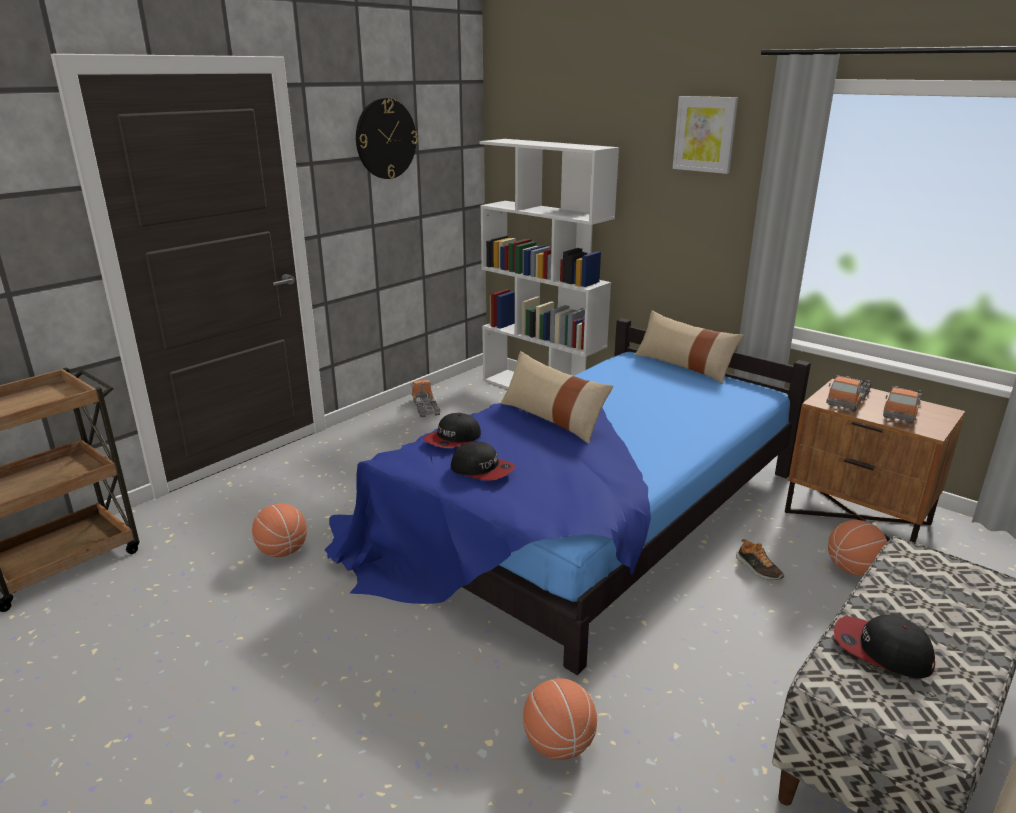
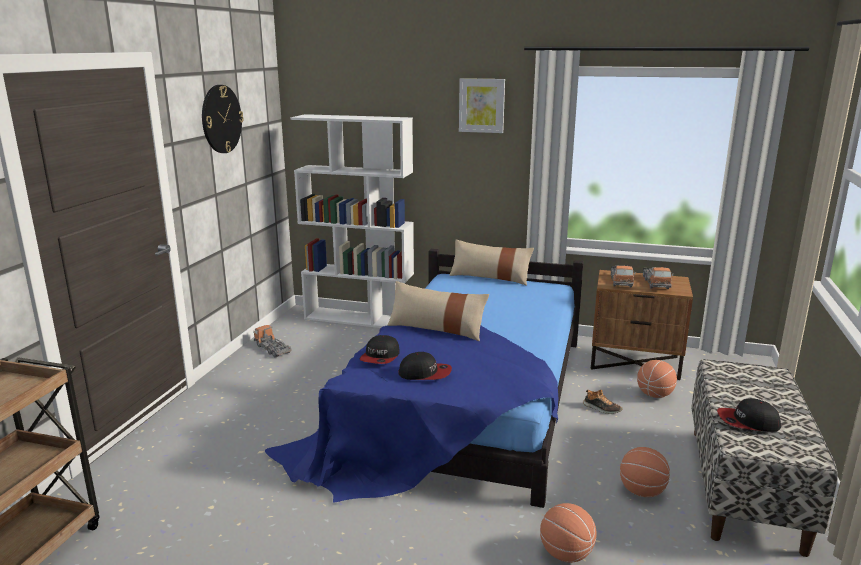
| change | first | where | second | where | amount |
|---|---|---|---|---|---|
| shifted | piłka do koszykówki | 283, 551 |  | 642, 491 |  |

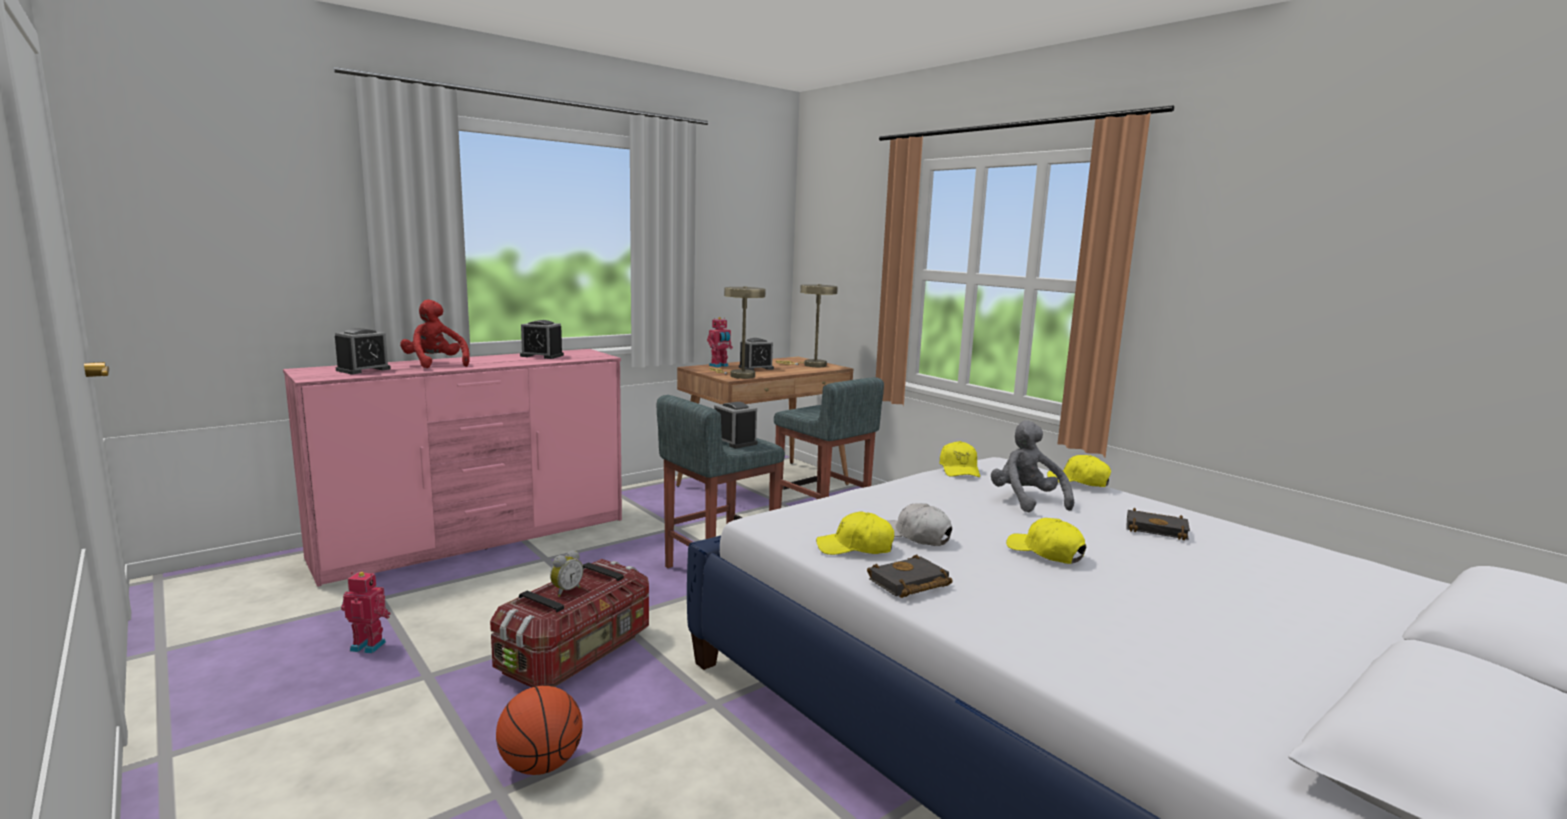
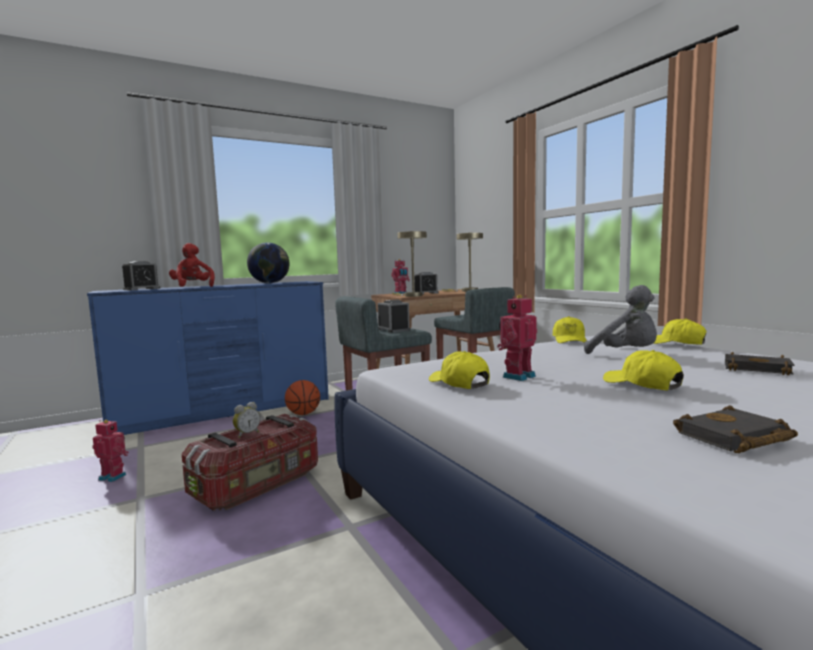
| change | first | where | second | where | amount |
|---|---|---|---|---|---|
| shifted | piłka do koszykówki | 540, 765 |  | 303, 414 |  |
| shifted | książka [czarny] | 909, 584 |  | 734, 438 |  |
| swapped | budzik | 542, 356 | globus | 270, 283 |  |
| swapped | czapka z daszkiem [biały] | 915, 537 | robot zabawkowy | 517, 376 |  |
| repainted | komoda [różowy] | 477, 539 | komoda [niebieski] | 226, 411 |  |
| rotated | czapka z daszkiem [żółty] | 855, 548 |  | 459, 383 | 45 degrees clockwise |
| rotated | pluszak [szary] | 1026, 501 |  | 626, 354 | 150 degrees clockwise |

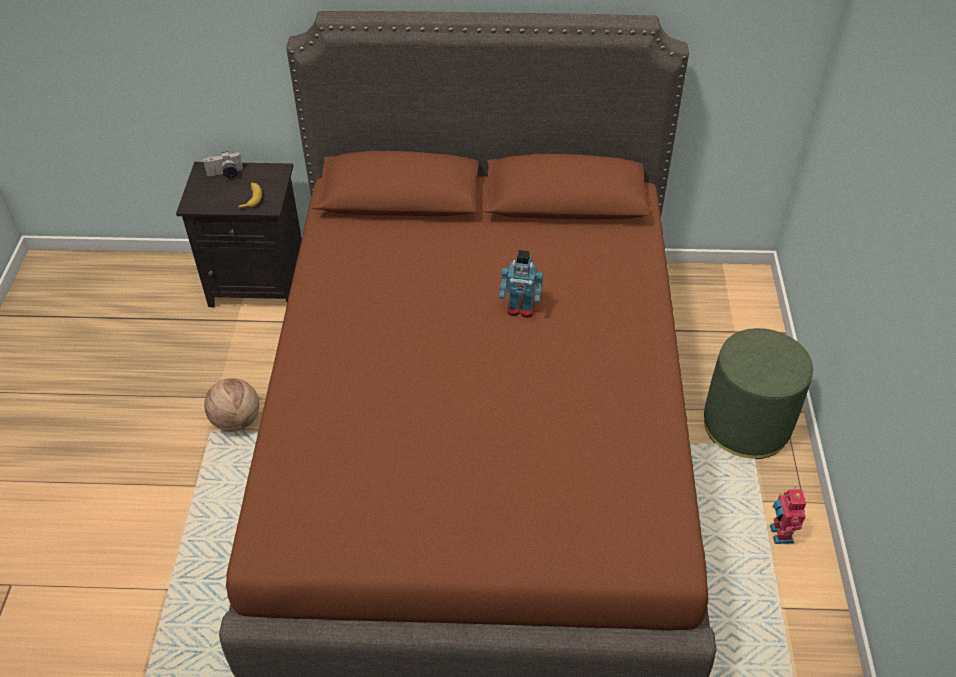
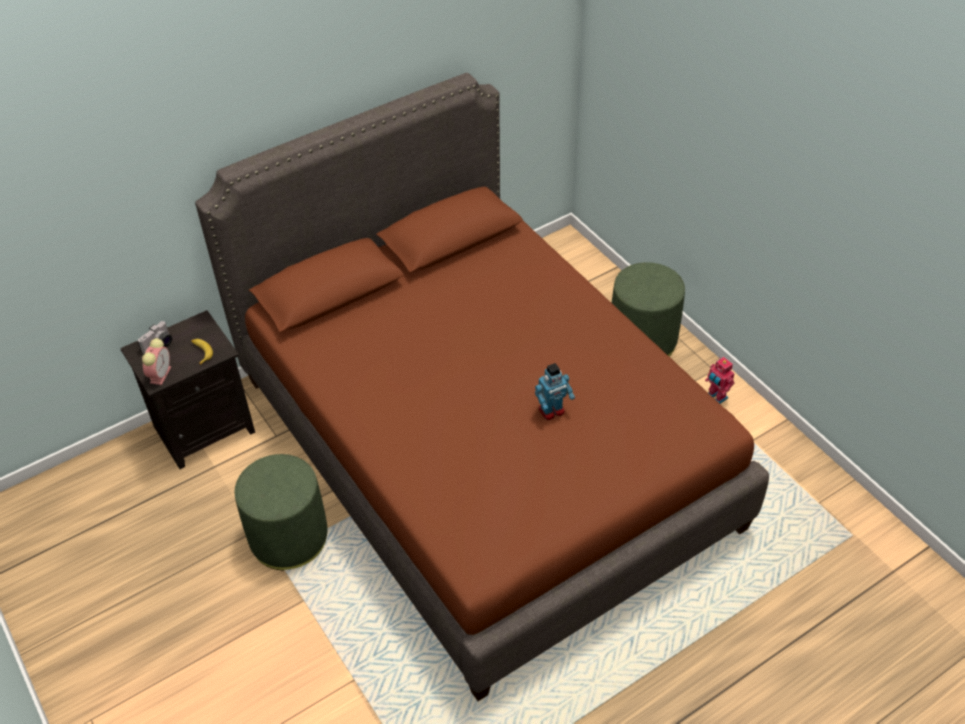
| change | first | where | second | where | amount |
|---|---|---|---|---|---|
| new |  |  | budzik | 160, 374 |  |
| shifted | robot zabawkowy | 520, 309 |  | 552, 411 |  |
| swapped | piłka do koszykówki | 236, 421 | pufa [zielony] | 289, 537 |  |

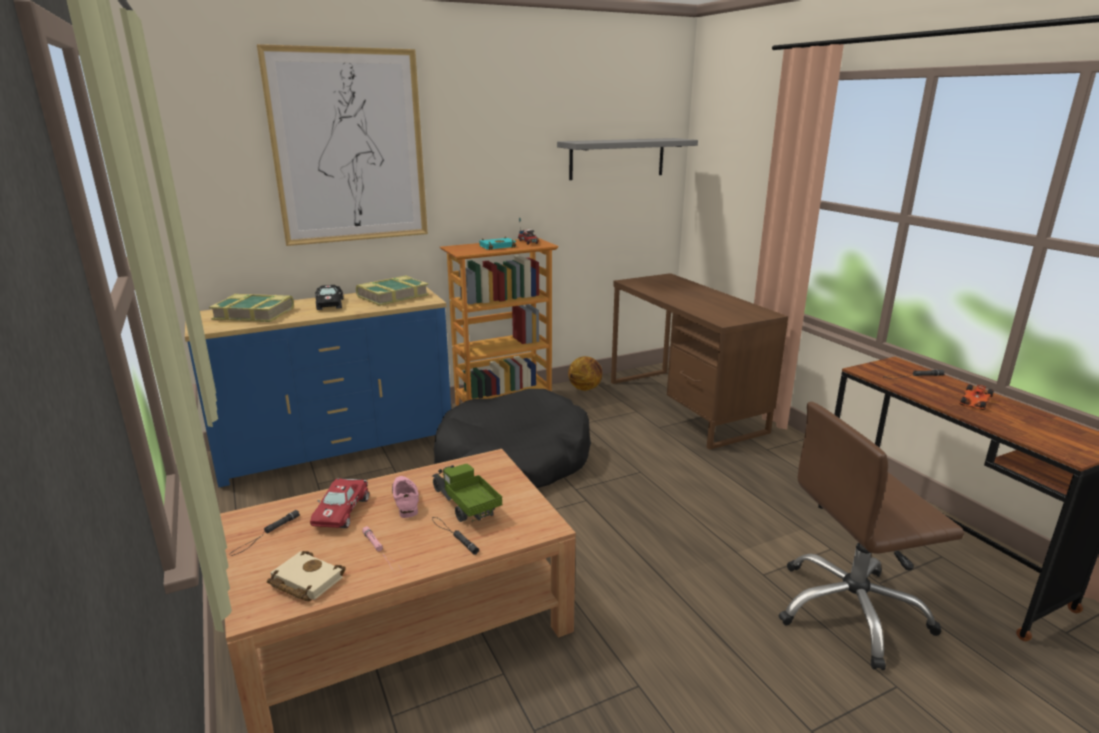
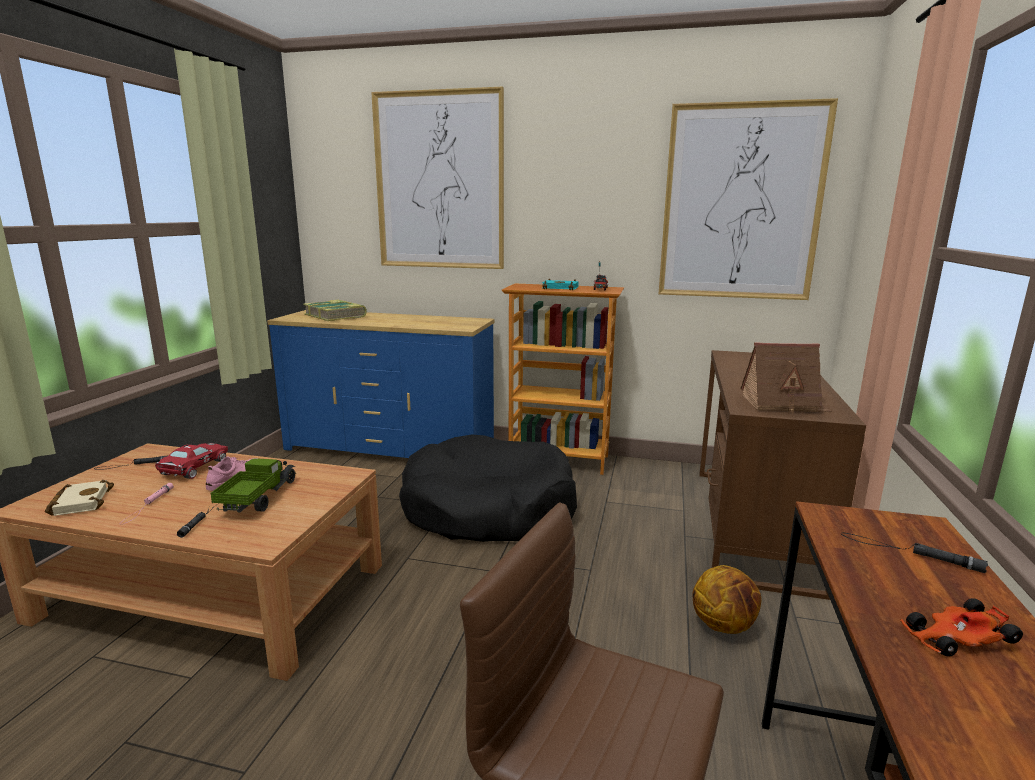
| change | first | where | second | where | amount |
|---|---|---|---|---|---|
| gone | samochodzik [czarny] | 329, 304 |  |  |  |
| gone | książka | 392, 296 |  |  |  |
| new |  |  | domek | 783, 404 |  |
| shifted | piłka do koszykówki | 585, 388 |  | 724, 625 |  |
| swapped | półka [szary] | 617, 158 | obraz | 741, 203 |  |
| rotated | samochodzik [czerwony] | 341, 511 |  | 193, 468 | 150 degrees clockwise |

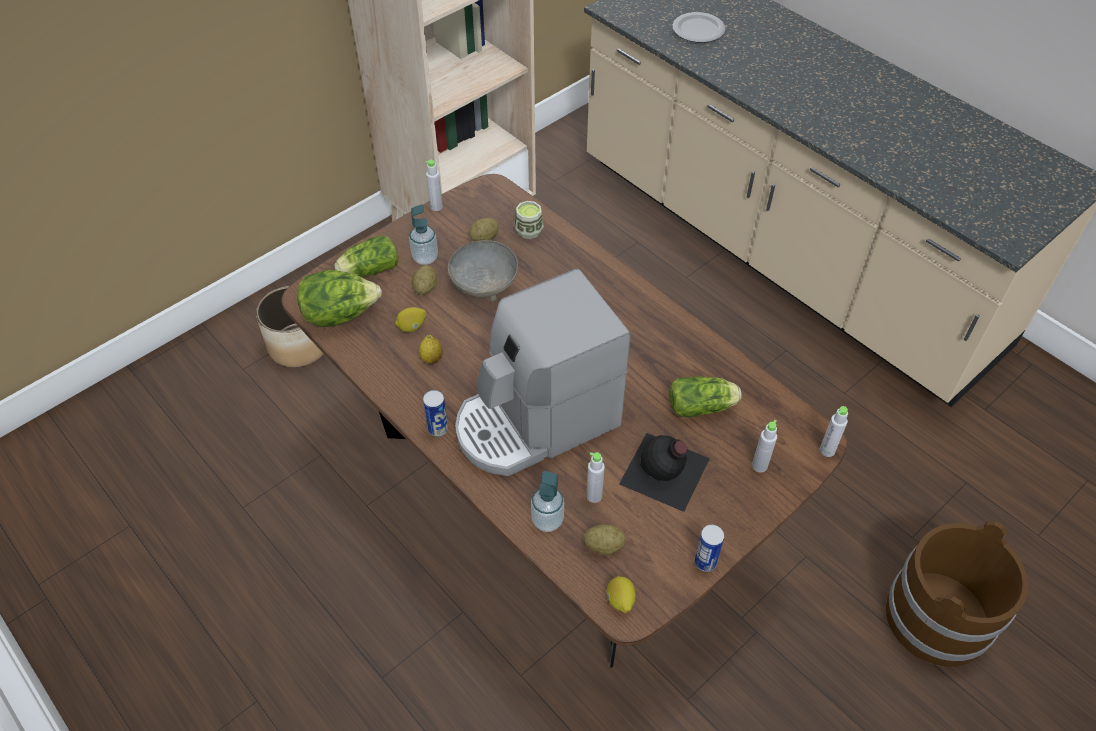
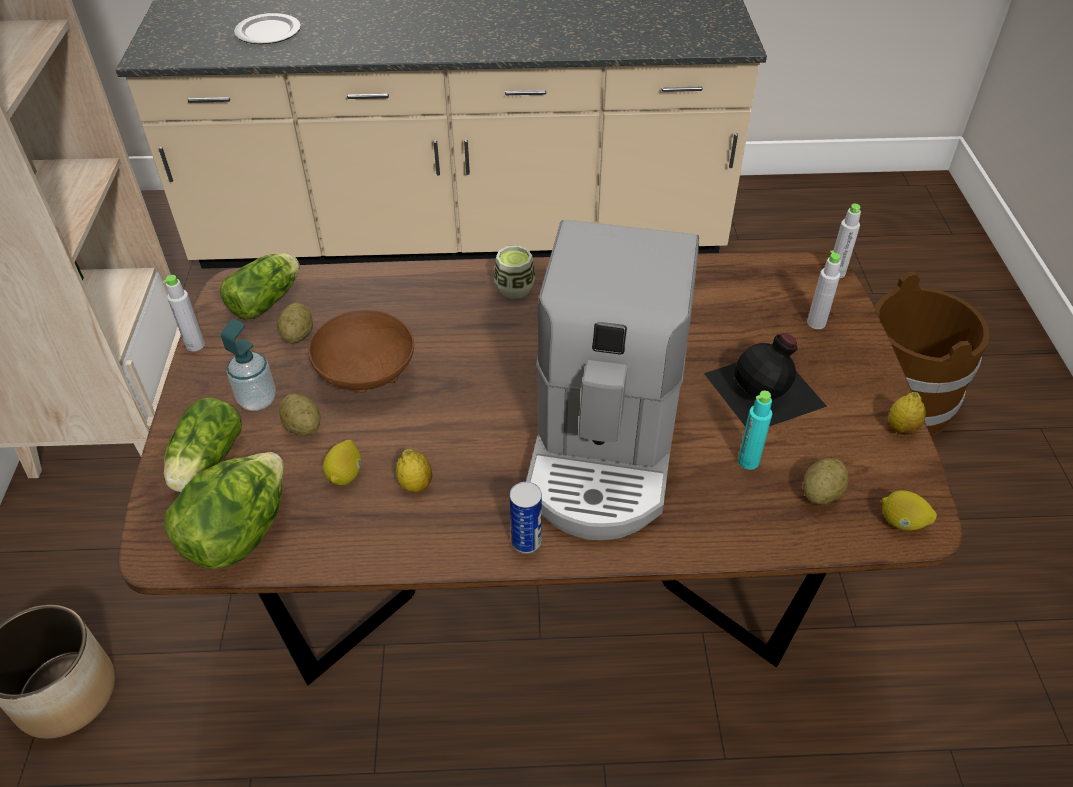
| change | first | where | second | where | amount |
|---|---|---|---|---|---|
| gone | dozownik mydła | 547, 520 |  |  |  |
| shifted | filiżanka | 529, 231 |  | 514, 288 |  |
| shifted | sałata | 703, 407 |  | 268, 299 |  |
| swapped | puszka | 705, 562 | cytryna | 901, 428 |  |
| repainted | miska [szary] | 484, 286 | miska [brązowy] | 365, 376 |  |
| repainted | butelka [szary] | 594, 496 | butelka [turkusowy] | 748, 461 |  |

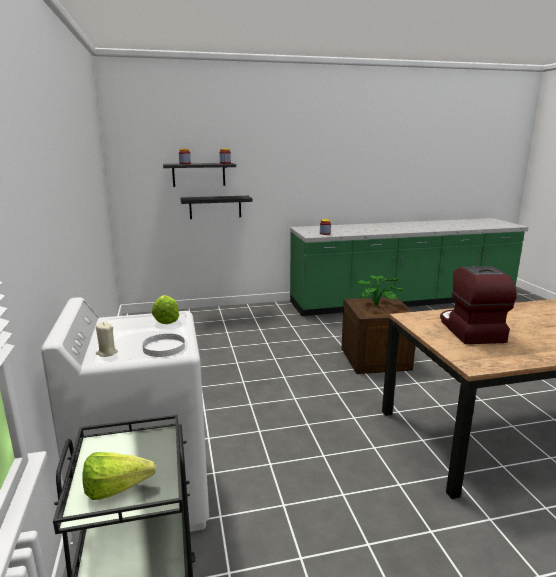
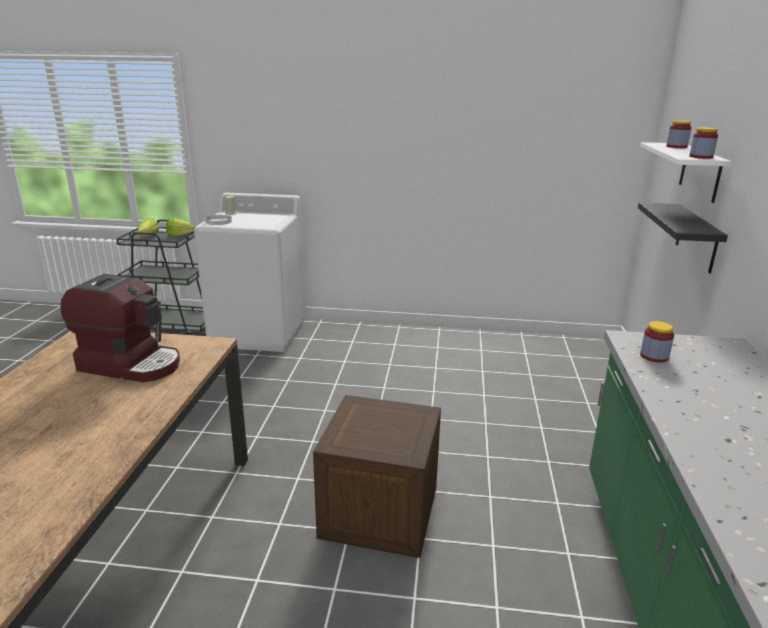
| change | first | where | second | where | amount |
|---|---|---|---|---|---|
| gone | roślina doniczkowa | 379, 306 |  |  |  |
| shifted | sałata | 167, 318 |  | 182, 236 |  |
| repainted | półka [czarny] | 199, 174 | półka [biały] | 700, 172 |  |

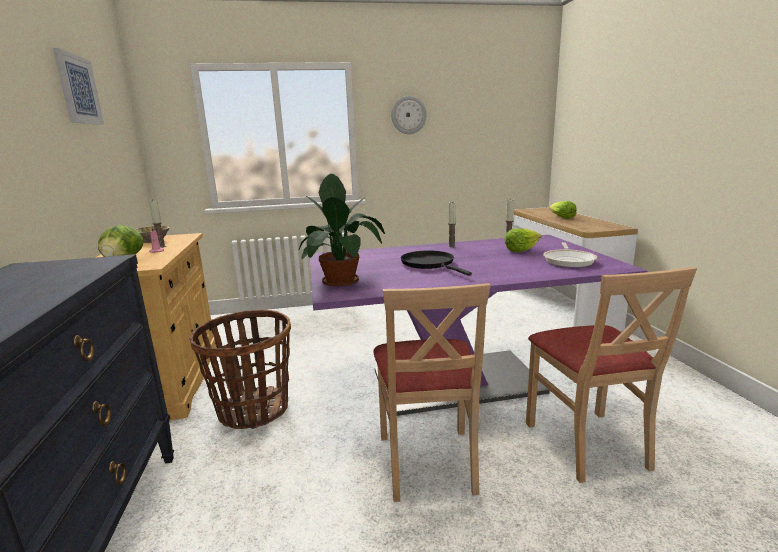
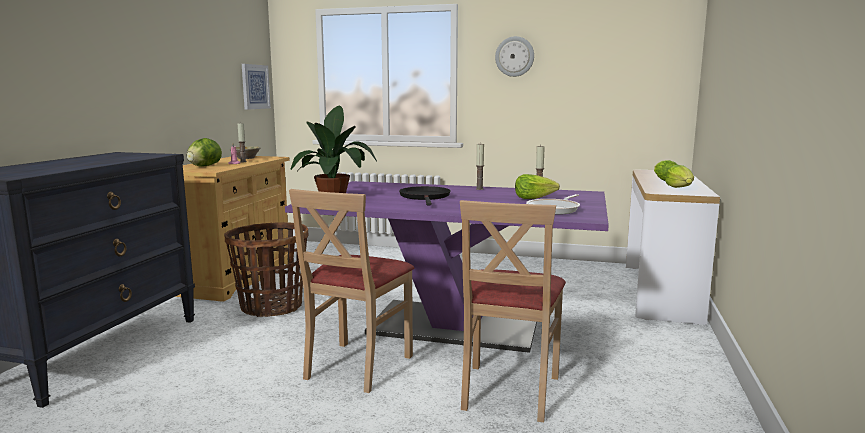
| change | first | where | second | where | amount |
|---|---|---|---|---|---|
| new |  |  | sałata | 680, 188 |  |
| shifted | obraz | 78, 89 |  | 255, 87 |  |

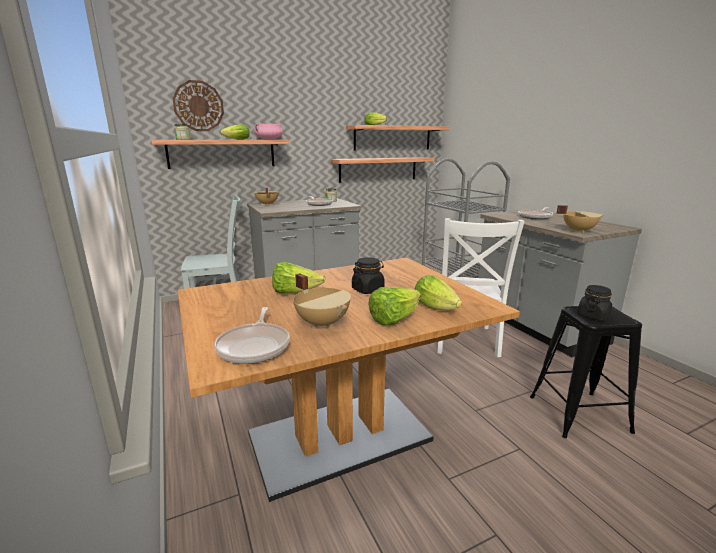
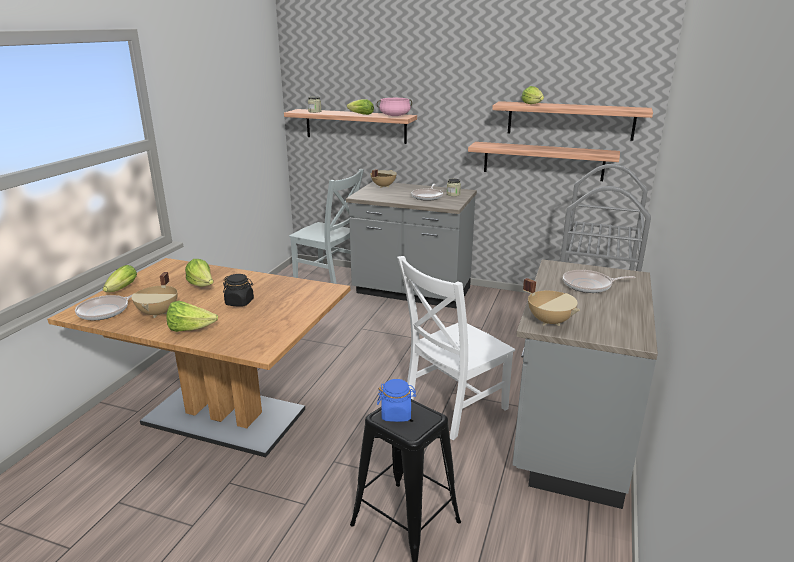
| change | first | where | second | where | amount |
|---|---|---|---|---|---|
| gone | zegar ścienny | 198, 106 |  |  |  |
| shifted | sałata | 437, 307 |  | 120, 290 |  |
| repainted | słoik [czarny] | 593, 315 | słoik [niebieski] | 396, 414 |  |

